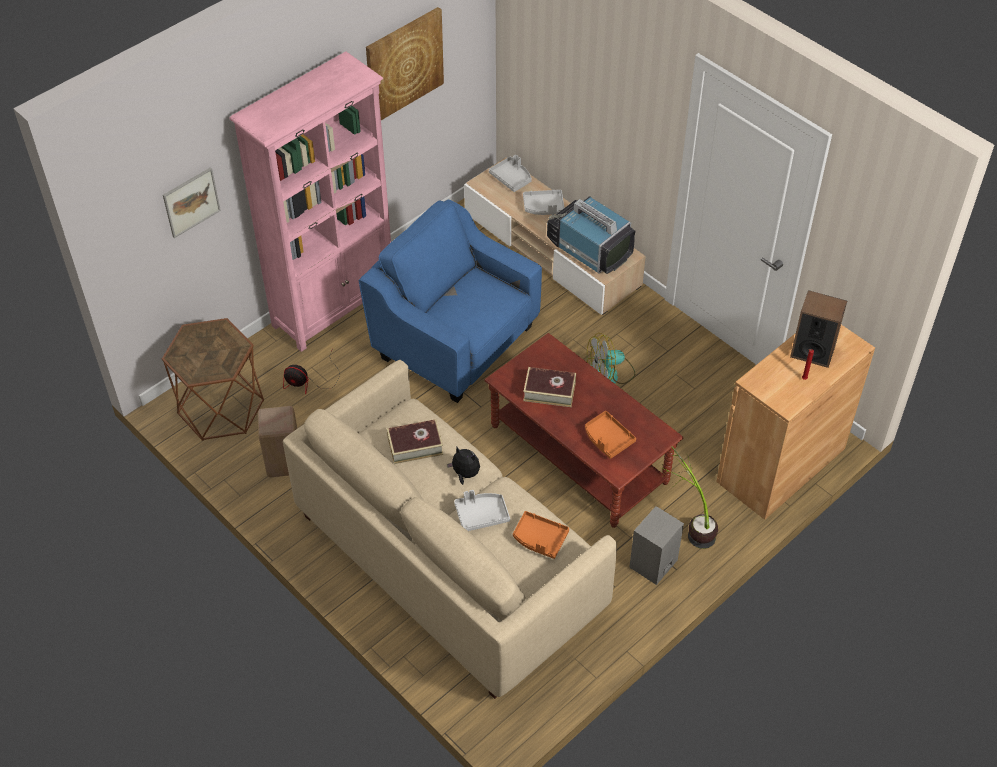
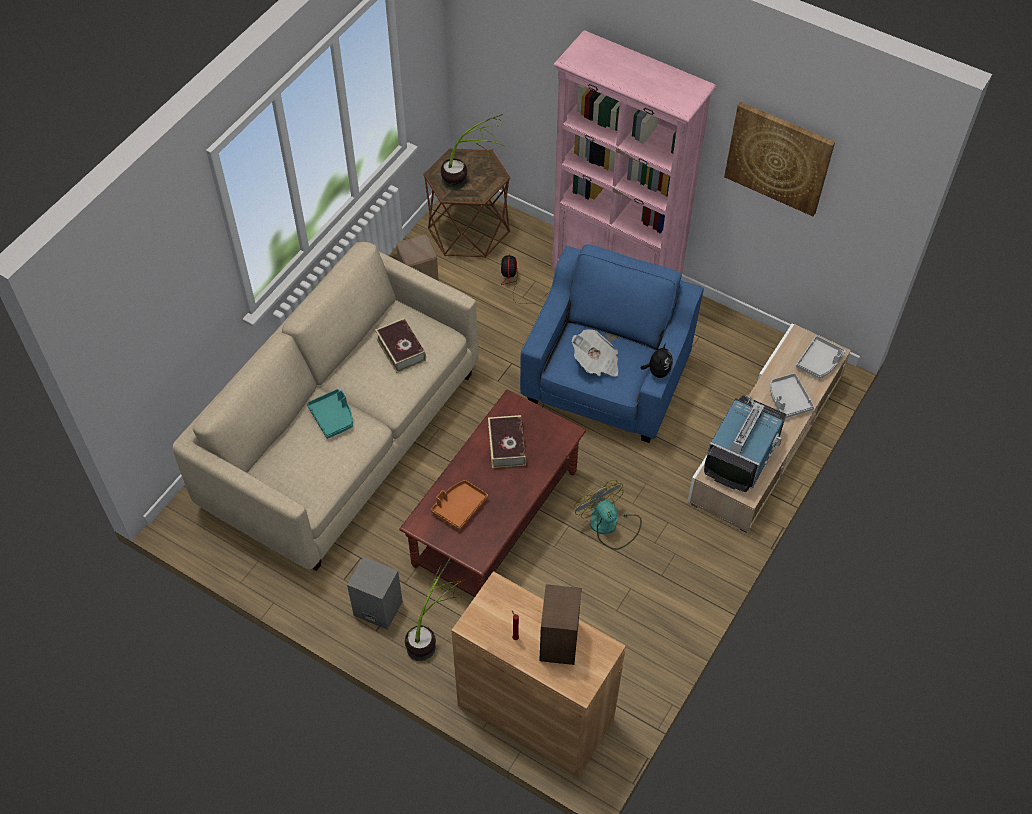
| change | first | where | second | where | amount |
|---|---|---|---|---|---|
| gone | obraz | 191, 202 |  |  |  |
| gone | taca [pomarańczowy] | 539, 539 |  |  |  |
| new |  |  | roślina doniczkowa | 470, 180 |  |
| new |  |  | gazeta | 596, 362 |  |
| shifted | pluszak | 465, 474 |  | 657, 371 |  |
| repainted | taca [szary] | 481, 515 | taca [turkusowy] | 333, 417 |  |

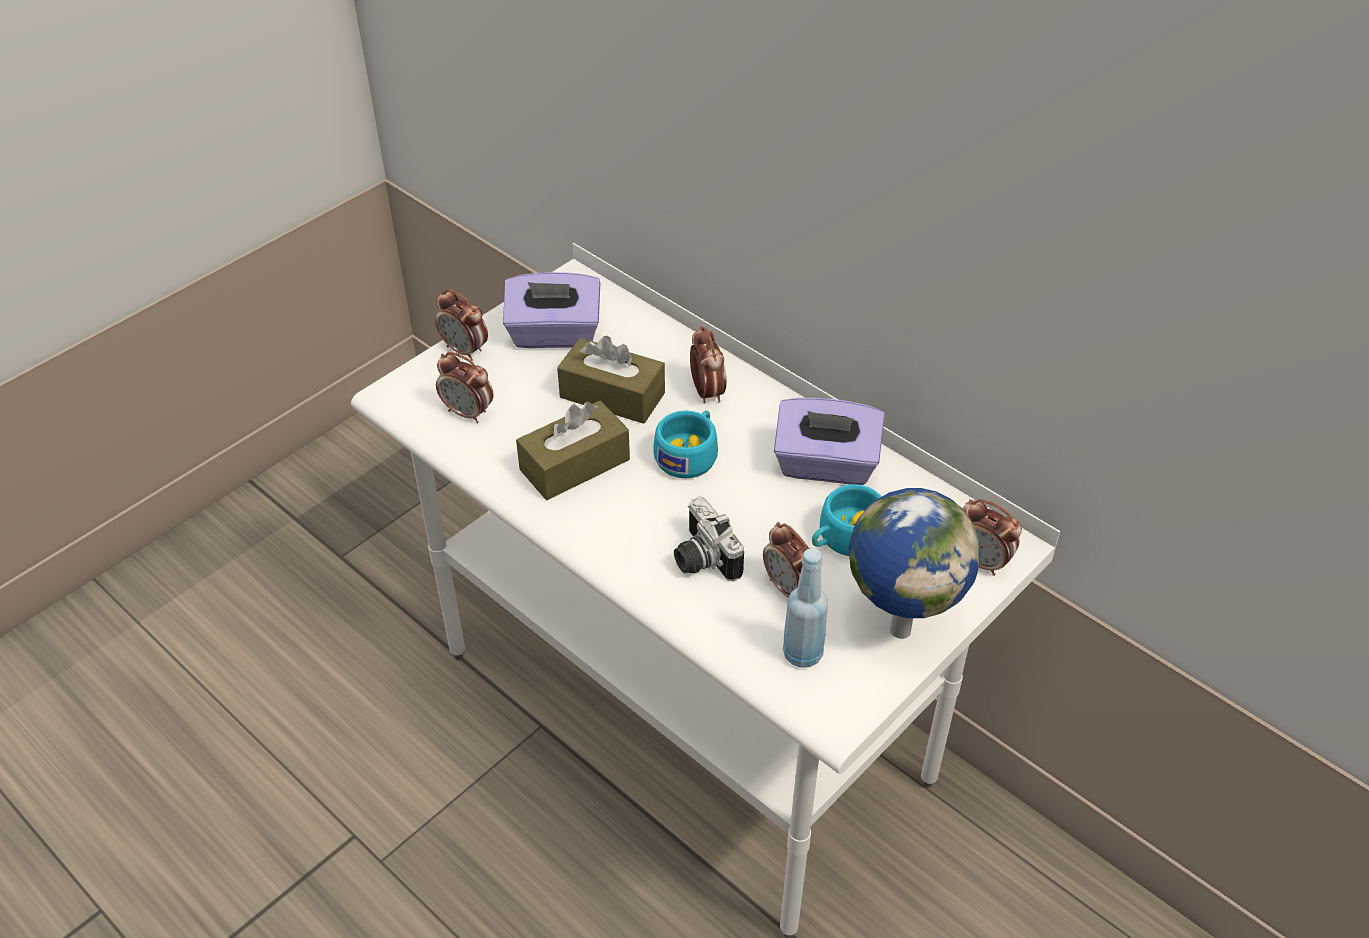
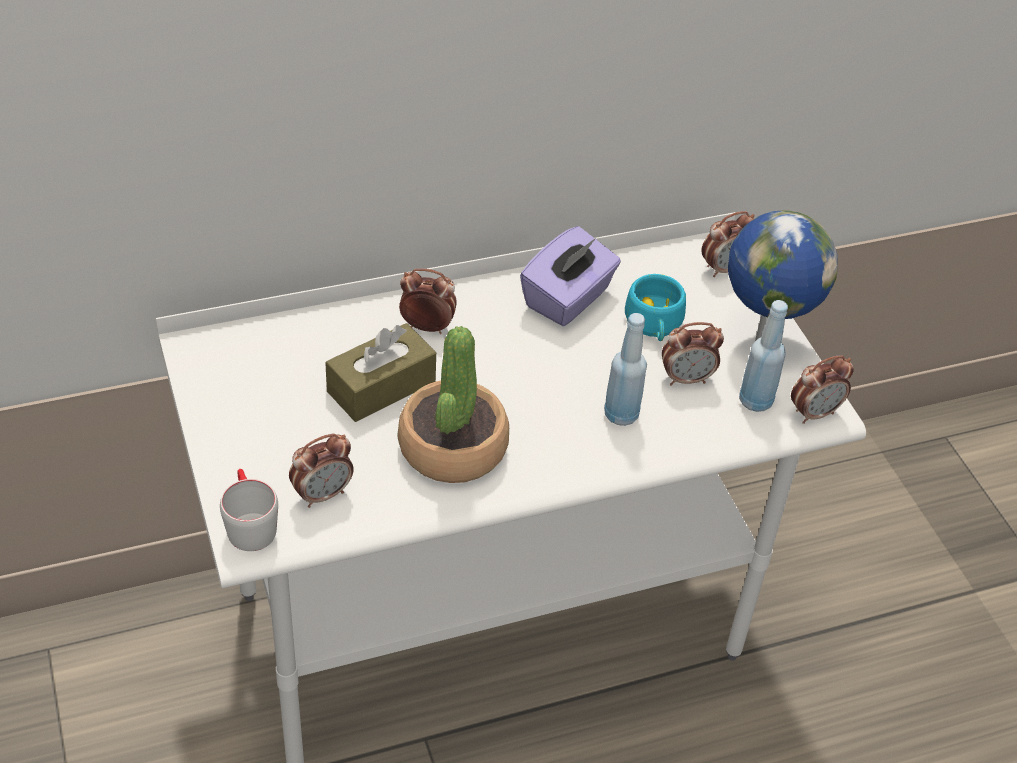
| change | first | where | second | where | amount |
|---|---|---|---|---|---|
| gone | pudełko chusteczek [fioletowy] | 554, 335 |  |  |  |
| gone | filiżanka [turkusowy] | 689, 454 |  |  |  |
| new |  |  | kubek [szary] | 249, 523 |  |
| shifted | budzik | 465, 350 |  | 814, 413 |  |
| swapped | pudełko chusteczek [brązowy] | 575, 465 | roślina doniczkowa | 452, 447 |  |
| swapped | aparat fotograficzny | 701, 559 | butelka [niebieski] | 621, 415 |  |

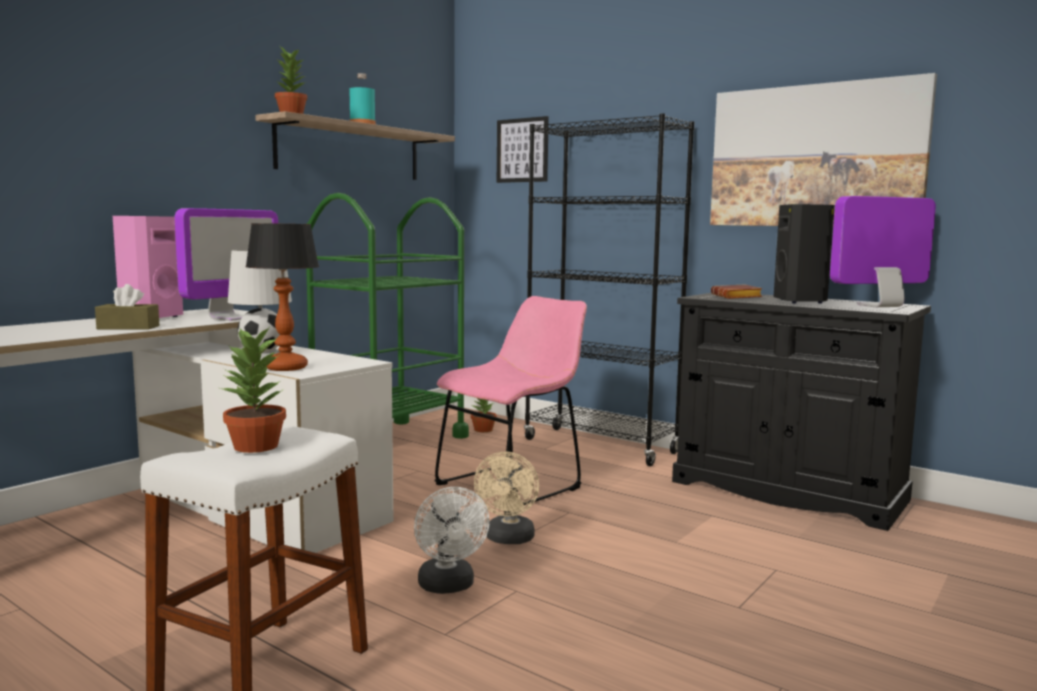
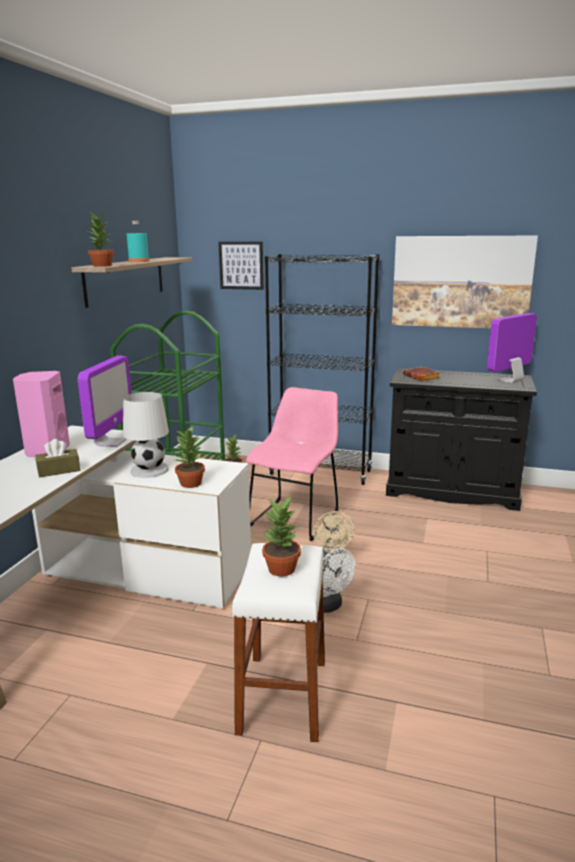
| change | first | where | second | where | amount |
|---|---|---|---|---|---|
| gone | głośnik [czarny] | 801, 301 |  |  |  |
| swapped | lampa stołowa | 285, 368 | roślina doniczkowa | 190, 483 |  |

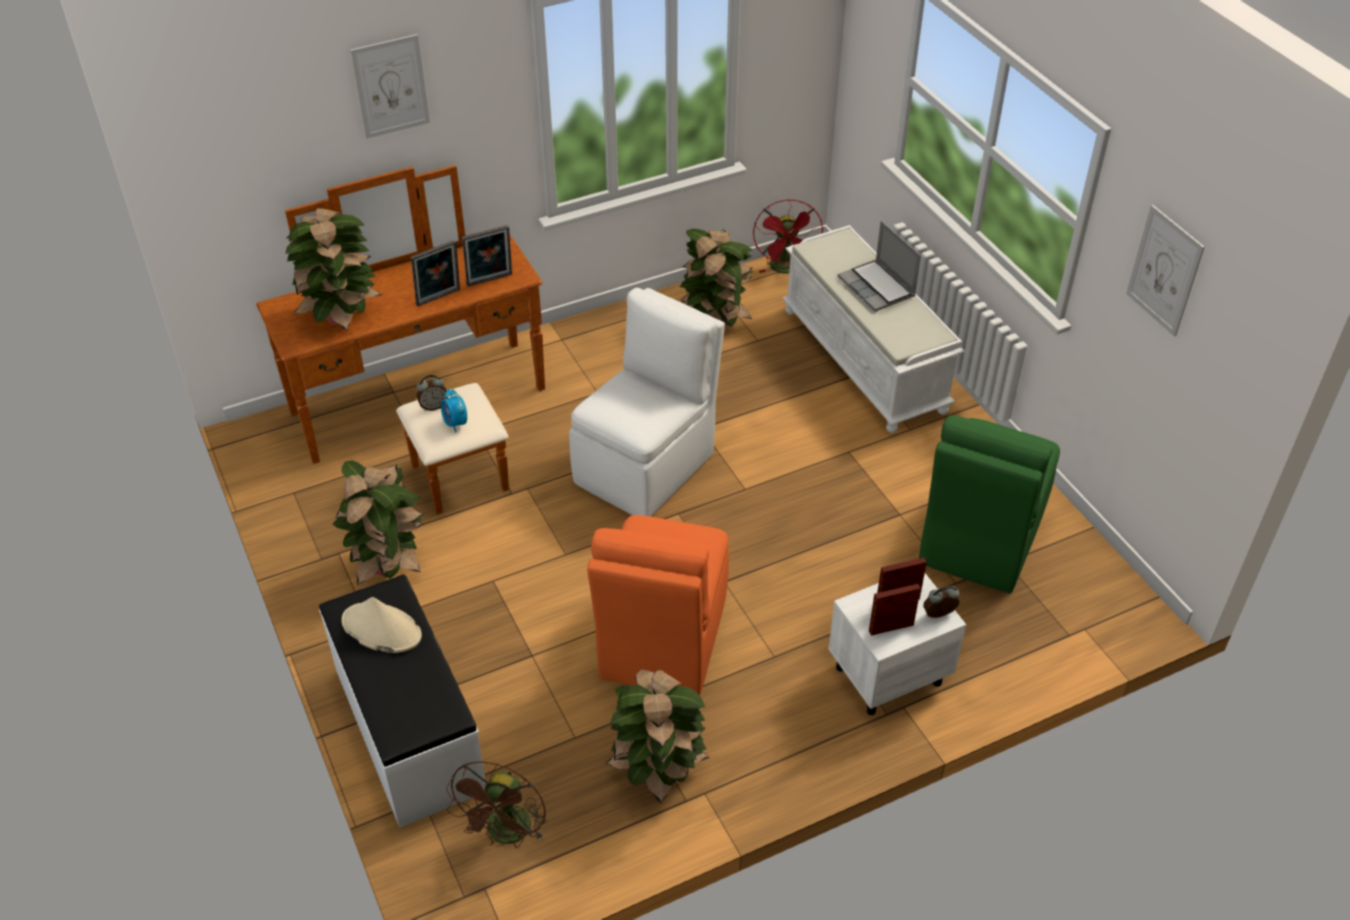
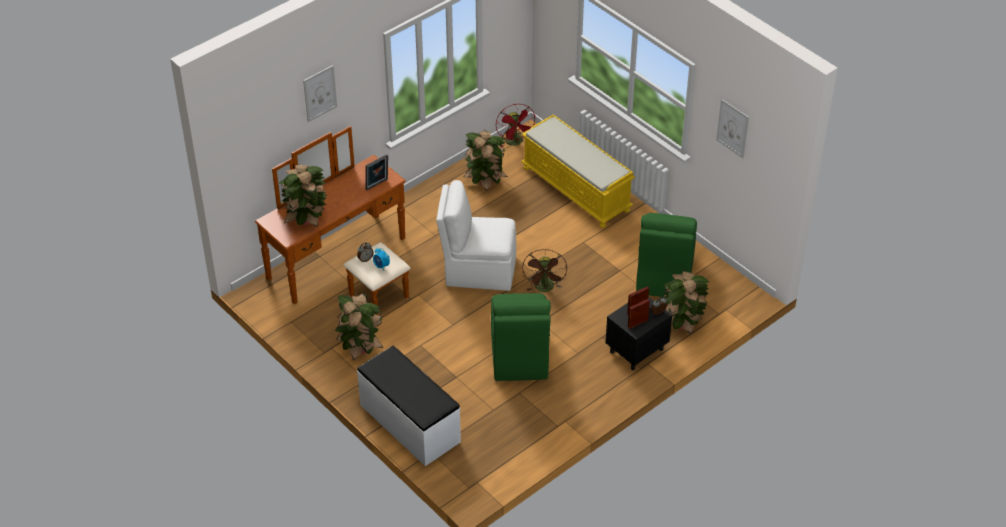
| change | first | where | second | where | amount |
|---|---|---|---|---|---|
| gone | kapelusz [beżowy] | 381, 629 |  |  |  |
| gone | ramka na zdjęcie | 439, 298 |  |  |  |
| gone | laptop | 877, 287 |  |  |  |
| shifted | wentylator [brązowy] | 506, 835 |  | 545, 288 |  |
| shifted | roślina doniczkowa | 657, 773 |  | 681, 325 |  |
| repainted | krzesło [pomarańczowy] | 662, 640 | krzesło [zielony] | 519, 357 |  |
| repainted | ławka [biały] | 865, 360 | ławka [żółty] | 577, 189 |  |
| repainted | szafka nocna [biały] | 887, 675 | szafka nocna [czarny] | 636, 350 |  |
| rotated | krzesło [biały] | 647, 466 |  | 478, 270 | 105 degrees counterclockwise |

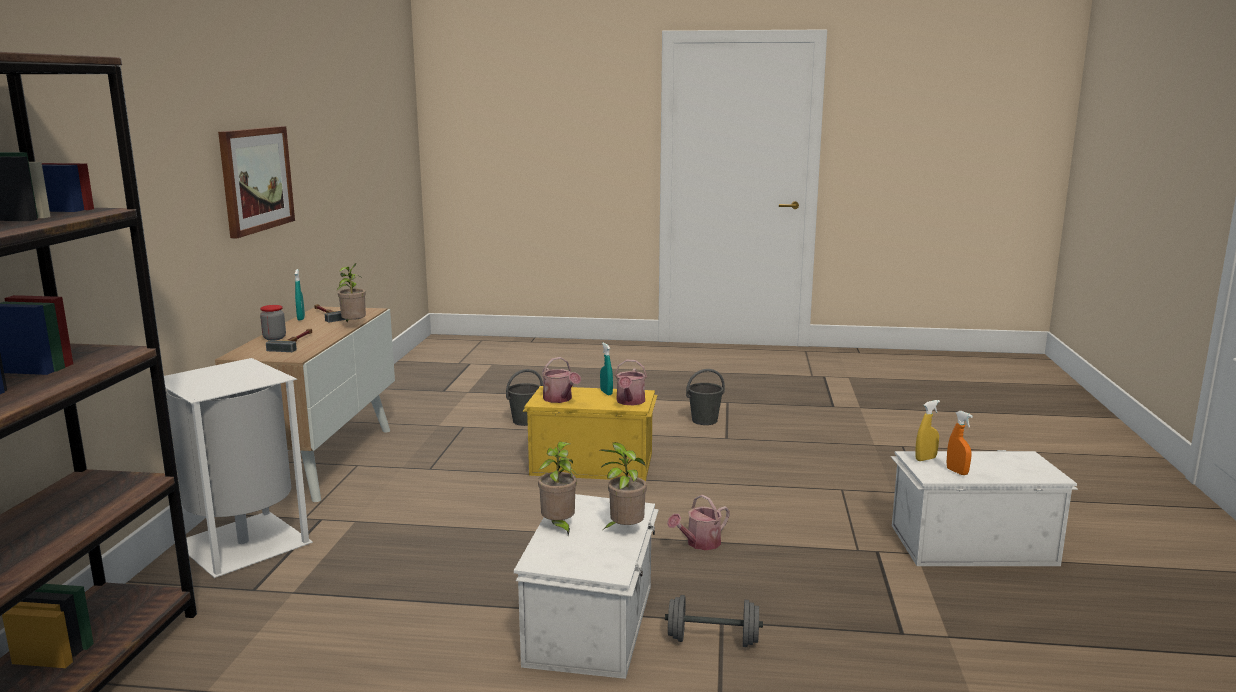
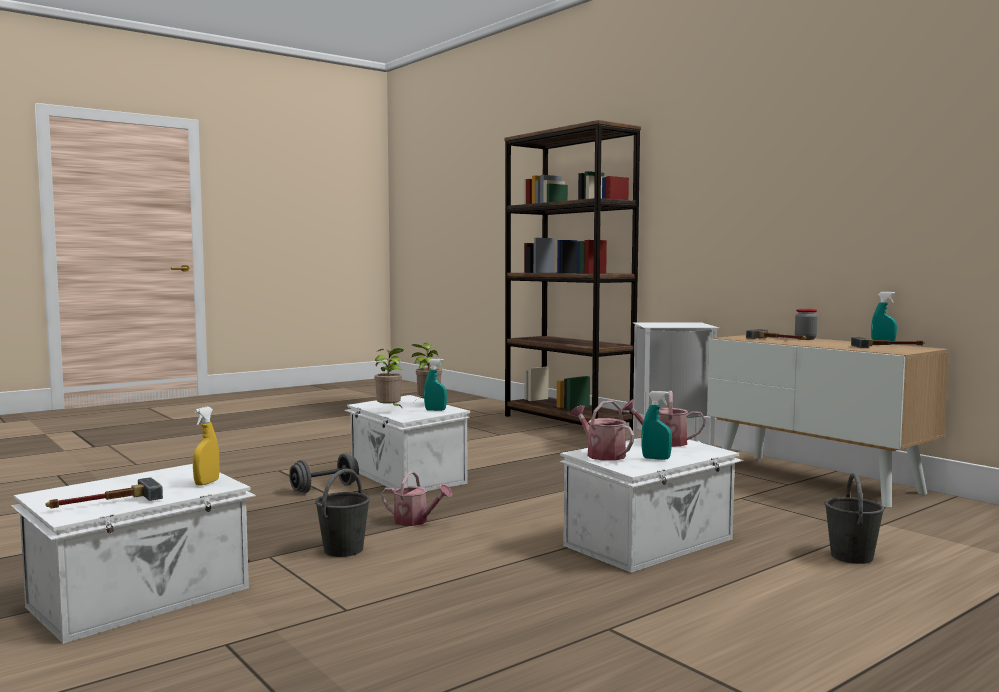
| change | first | where | second | where | amount |
|---|---|---|---|---|---|
| gone | obraz | 256, 179 |  |  |  |
| gone | roślina doniczkowa | 353, 325 |  |  |  |
| gone | spryskiwacz [pomarańczowy] | 957, 472 |  |  |  |
| new |  |  | młotek | 103, 502 |  |
| new |  |  | spryskiwacz [turkusowy] | 435, 410 |  |
| shifted | wiadro [szary] | 704, 420 |  | 344, 550 |  |
| repainted | pojemnik do przechowywania [żółty] | 591, 463 | pojemnik do przechowywania [biały] | 651, 542 |  |
| rotated | konewka | 699, 543 |  | 415, 521 | 105 degrees clockwise |

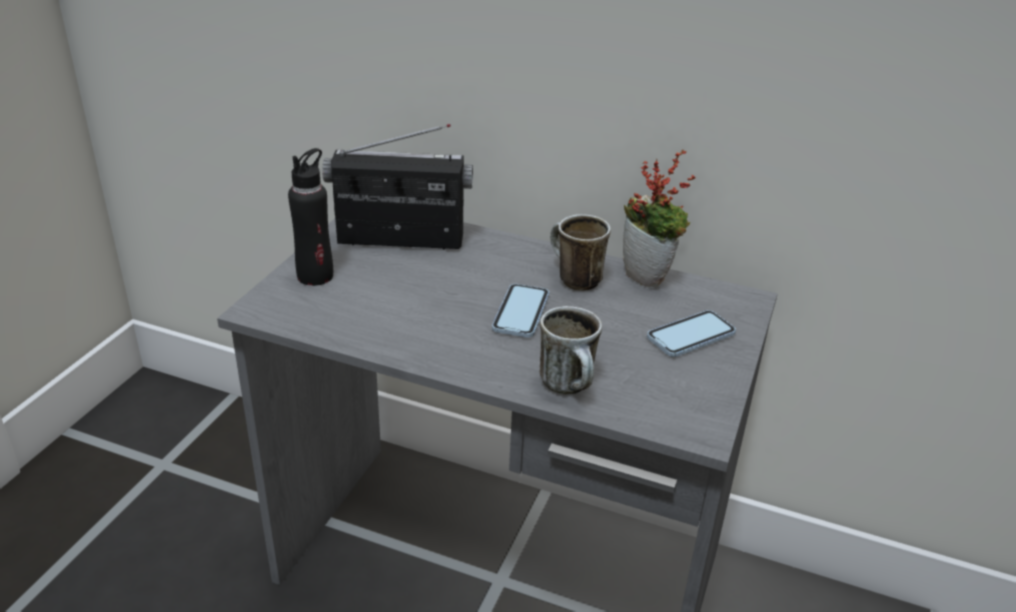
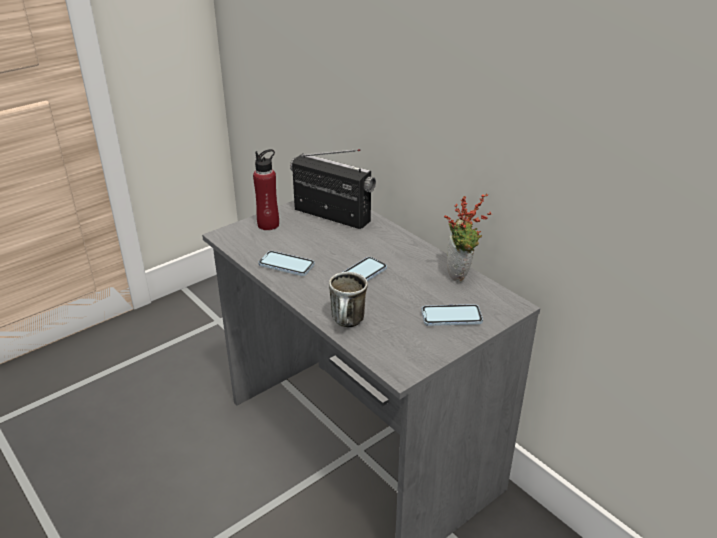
| change | first | where | second | where | amount |
|---|---|---|---|---|---|
| gone | kubek | 572, 279 |  |  |  |
| new |  |  | telefon | 286, 265 |  |
| repainted | butelka [czarny] | 315, 276 | butelka [czerwony] | 268, 224 |  |

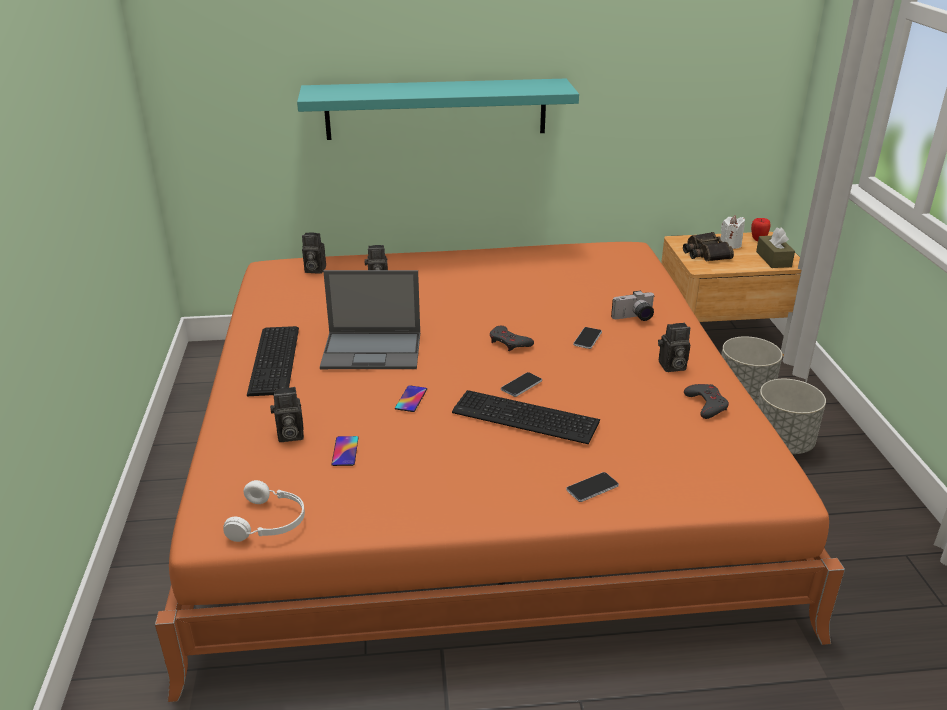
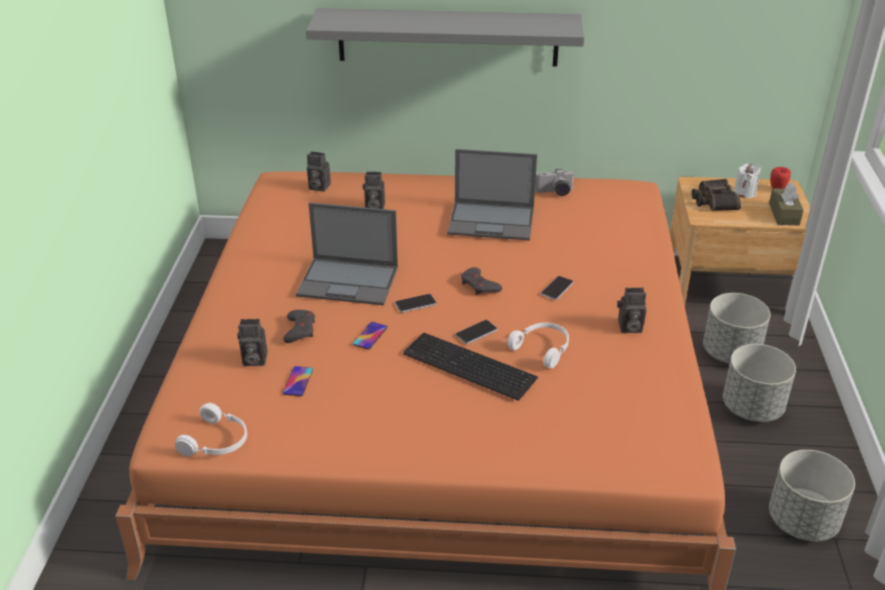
| change | first | where | second | where | amount |
|---|---|---|---|---|---|
| gone | klawiatura | 277, 359 |  |  |  |
| new |  |  | laptop | 492, 221 |  |
| new |  |  | słuchawki [biały] | 542, 348 |  |
| new |  |  | donica [szary] | 803, 521 |  |
| shifted | telefon | 592, 488 |  | 415, 304 |  |
| shifted | aparat fotograficzny | 634, 318 |  | 555, 192 |  |
| shifted | pad do gier [szary] | 706, 404 |  | 300, 329 |  |
| repainted | półka [turkusowy] | 436, 109 | półka [szary] | 448, 37 |  |

